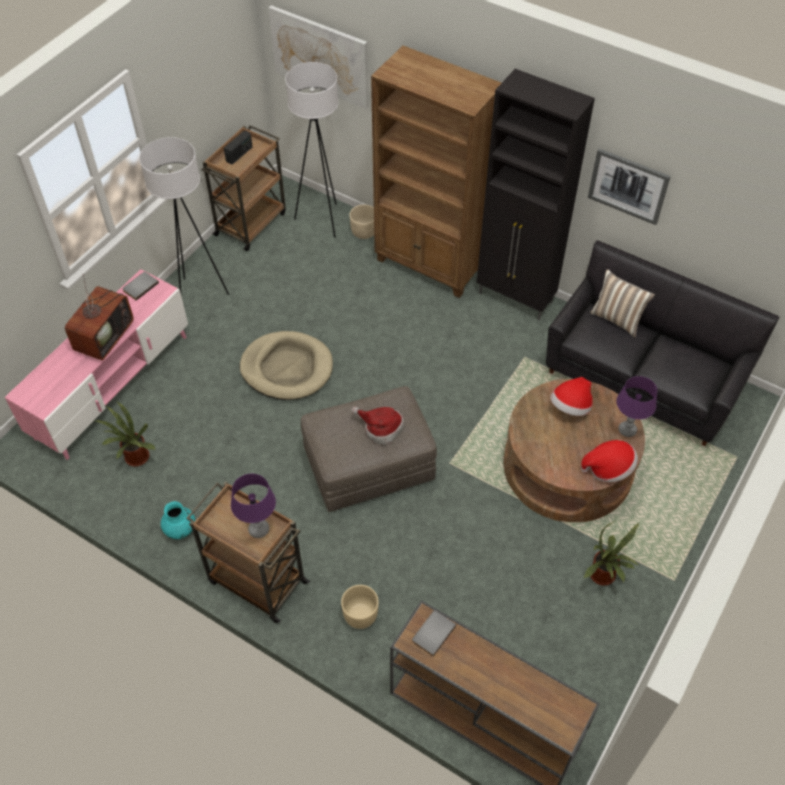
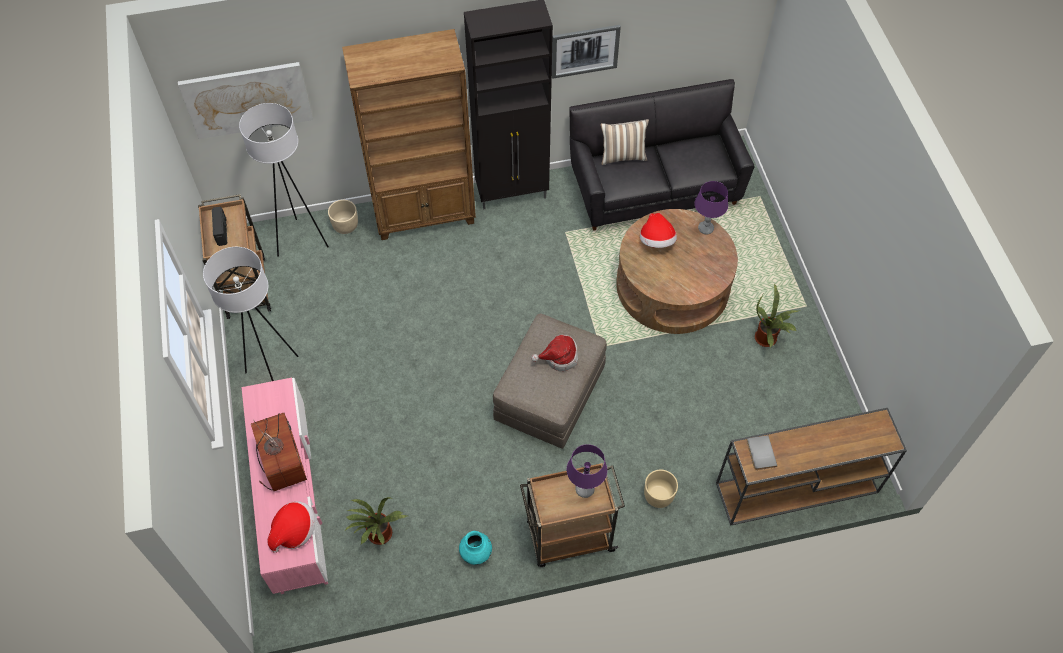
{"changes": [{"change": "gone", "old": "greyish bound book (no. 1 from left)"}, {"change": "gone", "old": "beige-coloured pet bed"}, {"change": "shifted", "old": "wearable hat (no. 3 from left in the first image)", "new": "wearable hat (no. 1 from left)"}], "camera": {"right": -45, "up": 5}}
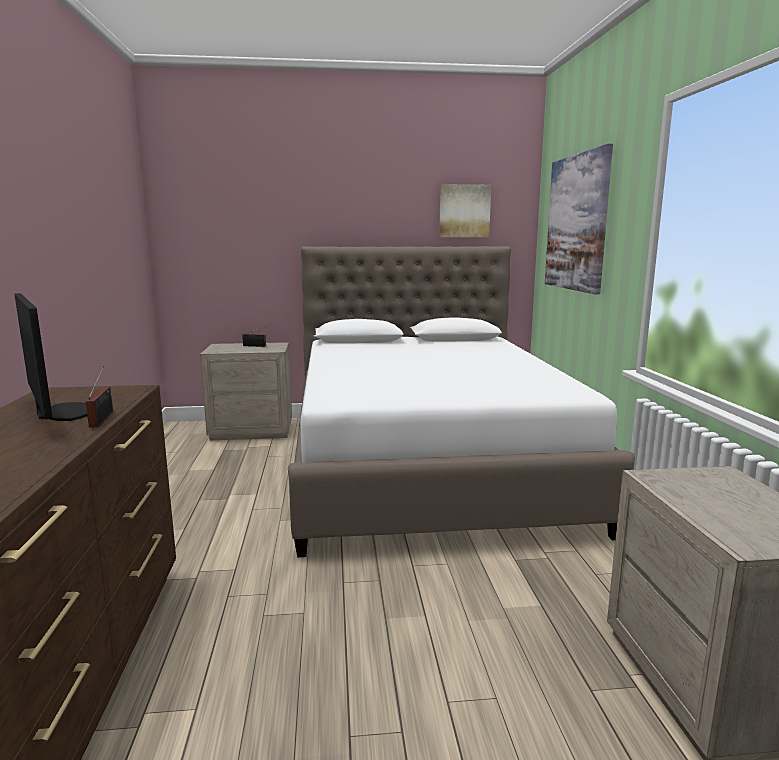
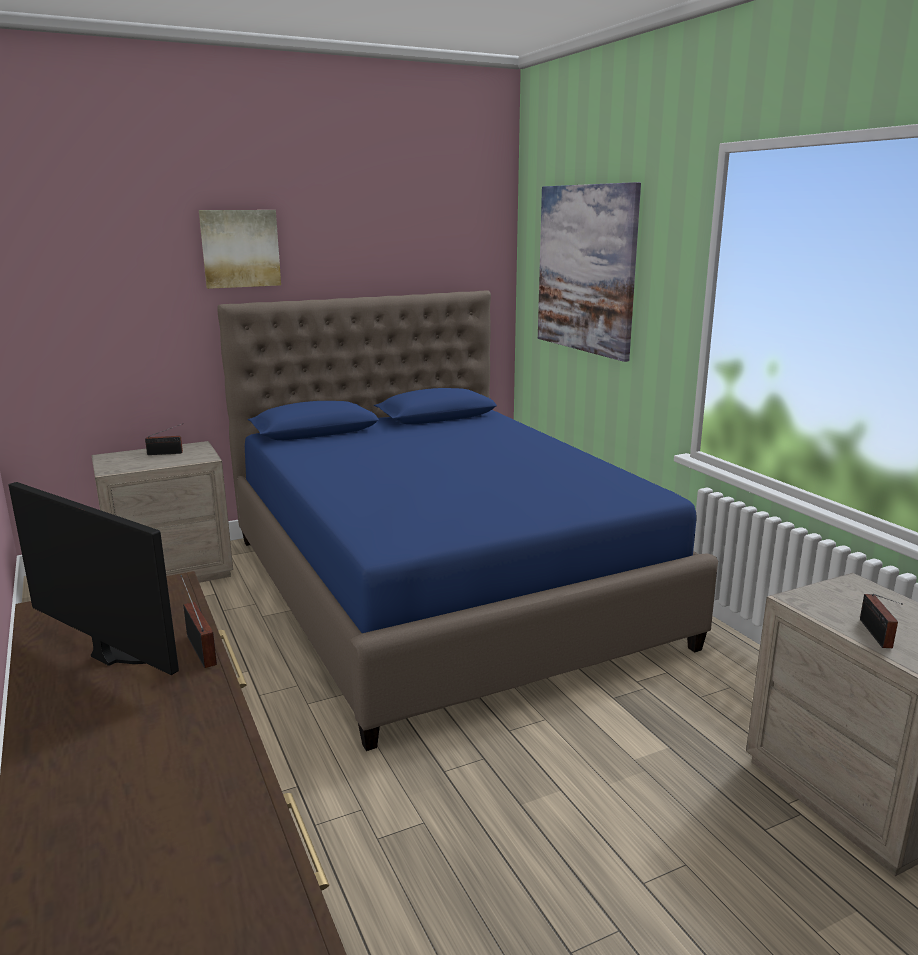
{"changes": [{"change": "shifted", "old": "picture (no. 1 from left)"}, {"change": "repainted", "old": "white-coloured sleeping bed", "new": "bluish sleeping bed"}, {"change": "new", "new": "radio receiver (no. 3 from left)"}], "camera": {"right": -20, "up": 5}}
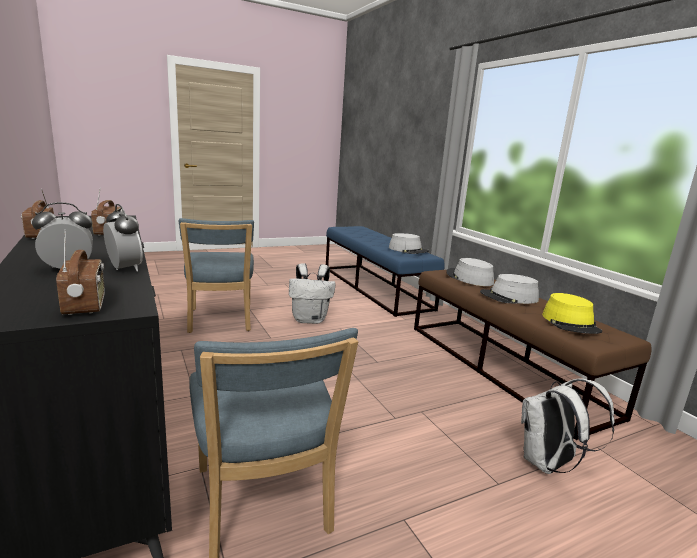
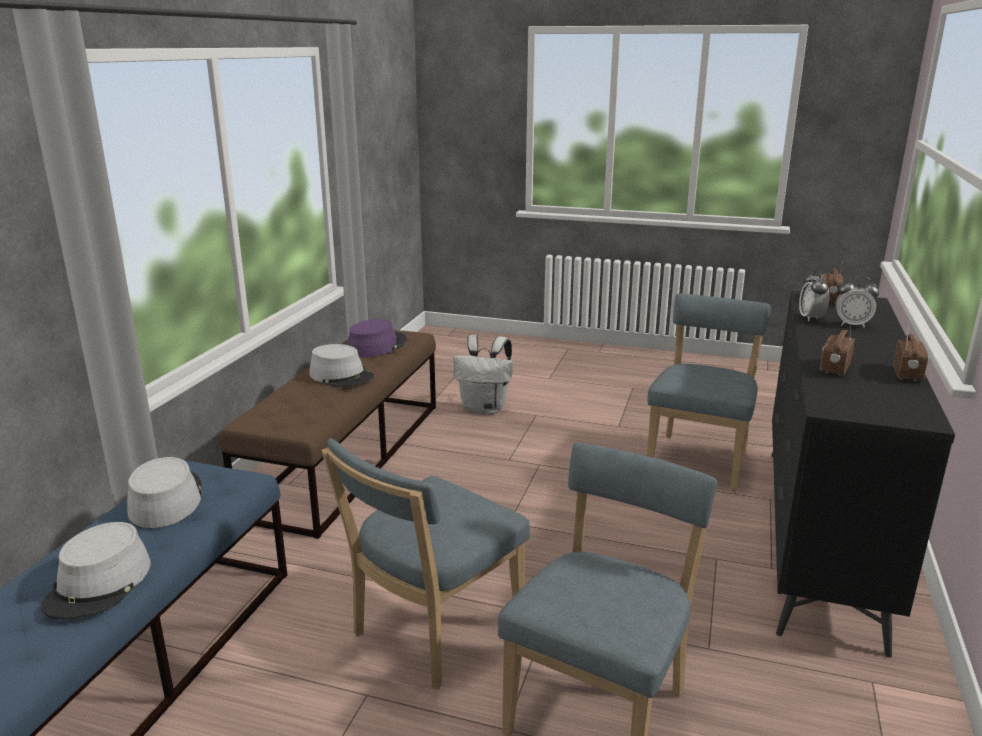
{"changes": [{"change": "shifted", "old": "greyish wearable hat (no. 2 from left in the first image)", "new": "greyish wearable hat (no. 1 from left)"}, {"change": "swapped", "old": "white-coloured backpack (no. 1 from left)", "new": "bluish upright chair (no. 1 from left)"}, {"change": "repainted", "old": "yellowish wearable hat", "new": "purple-coloured wearable hat"}], "camera": {"right": -135, "up": 5}}
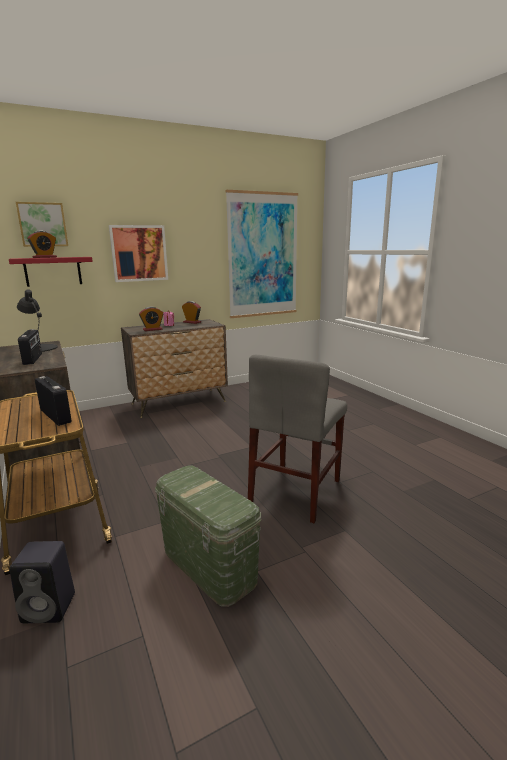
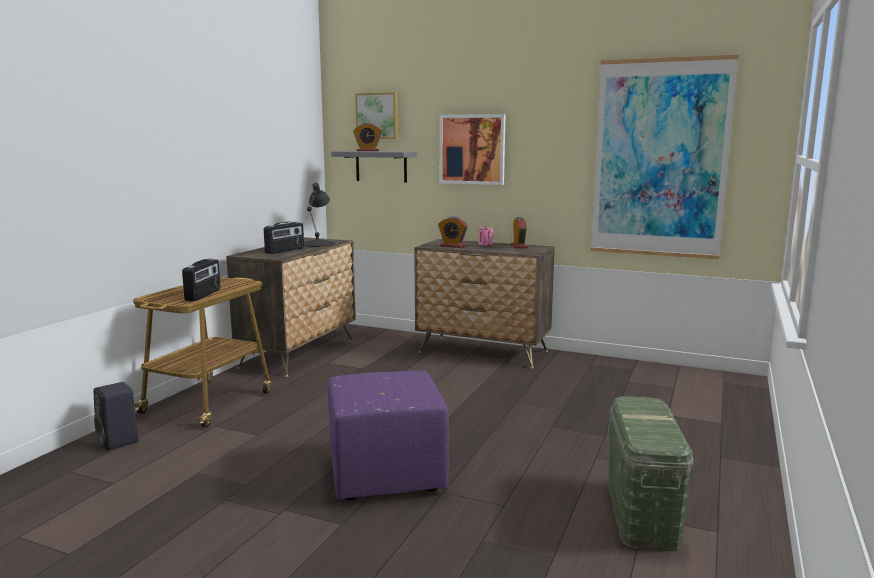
{"changes": [{"change": "repainted", "old": "reddish wall shelf", "new": "greyish wall shelf"}, {"change": "swapped", "old": "greyish upright chair", "new": "purple-coloured ottoman"}, {"change": "shifted", "old": "green-coloured storage bin"}], "camera": {"right": 50, "up": -5}}
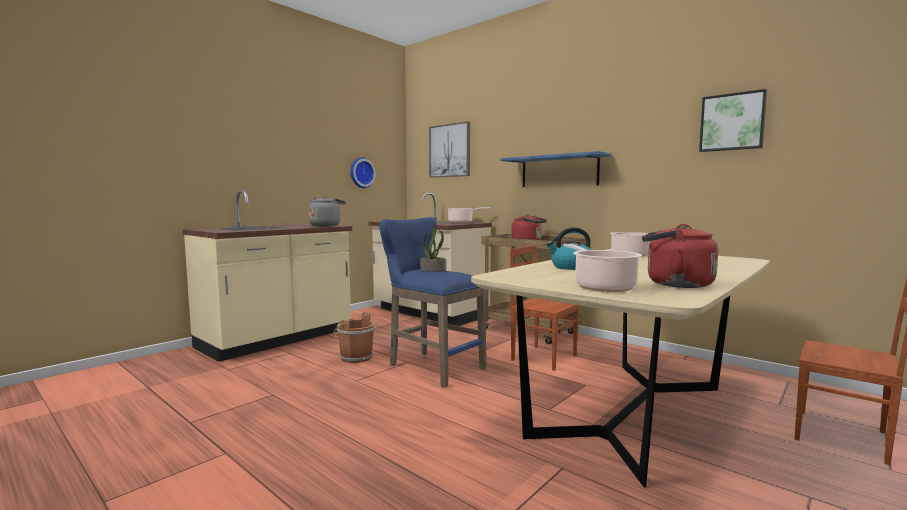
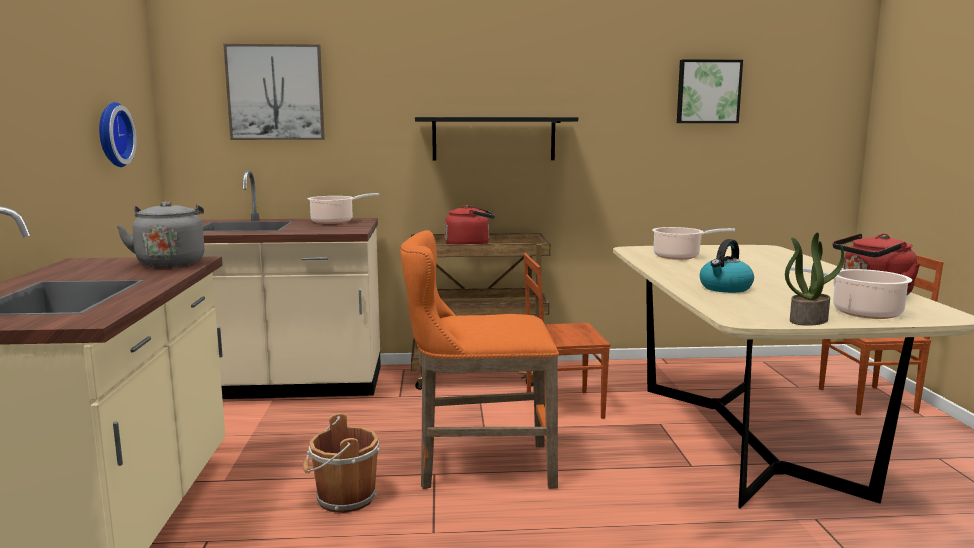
{"changes": [{"change": "repainted", "old": "bluish wall shelf", "new": "black-coloured wall shelf"}, {"change": "repainted", "old": "bluish stool", "new": "orangey stool"}, {"change": "shifted", "old": "potted plant"}], "camera": {"right": -45, "up": 5}}
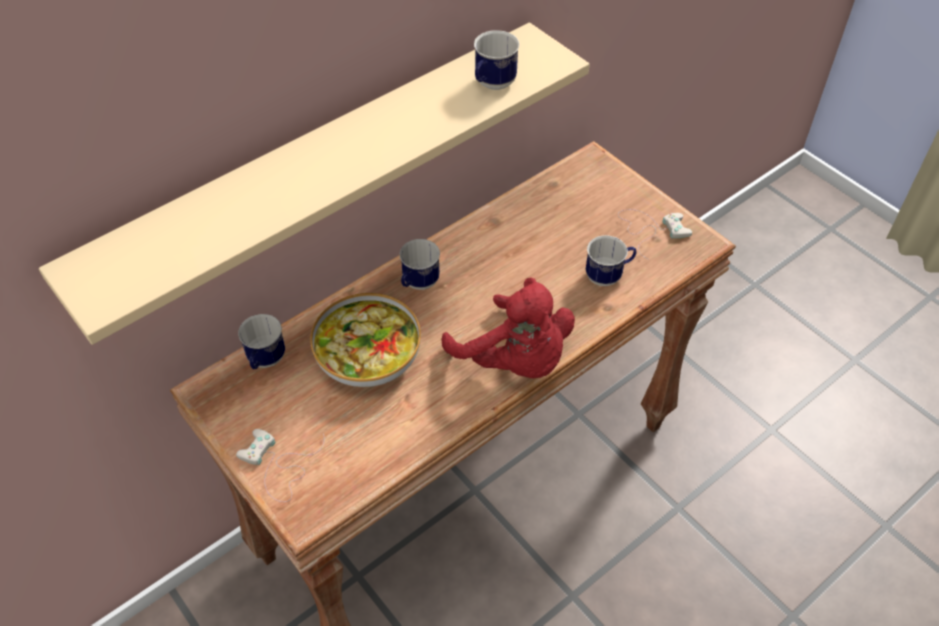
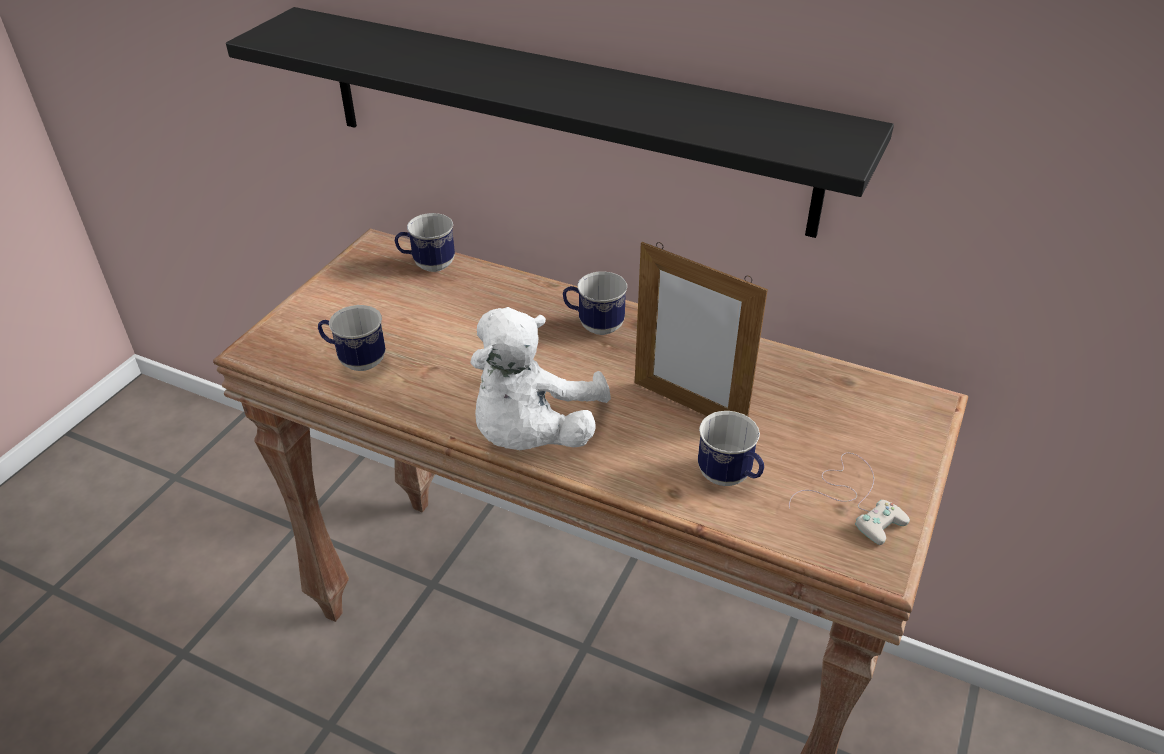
{"changes": [{"change": "repainted", "old": "beige-coloured wall shelf", "new": "black-coloured wall shelf"}, {"change": "shifted", "old": "coffee mug (no. 3 from left in the first image)", "new": "coffee mug (no. 1 from left)"}, {"change": "repainted", "old": "reddish cuddly toy", "new": "white-coloured cuddly toy"}, {"change": "gone", "old": "serving bowl"}, {"change": "gone", "old": "white-coloured game controller (no. 1 from left)"}, {"change": "new", "new": "standing frame"}], "camera": {"right": 65, "up": -10}}
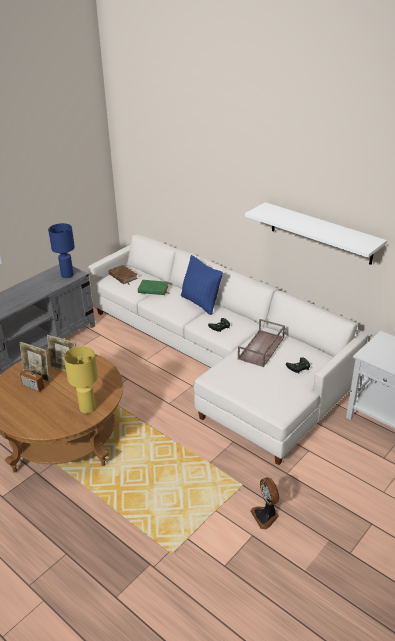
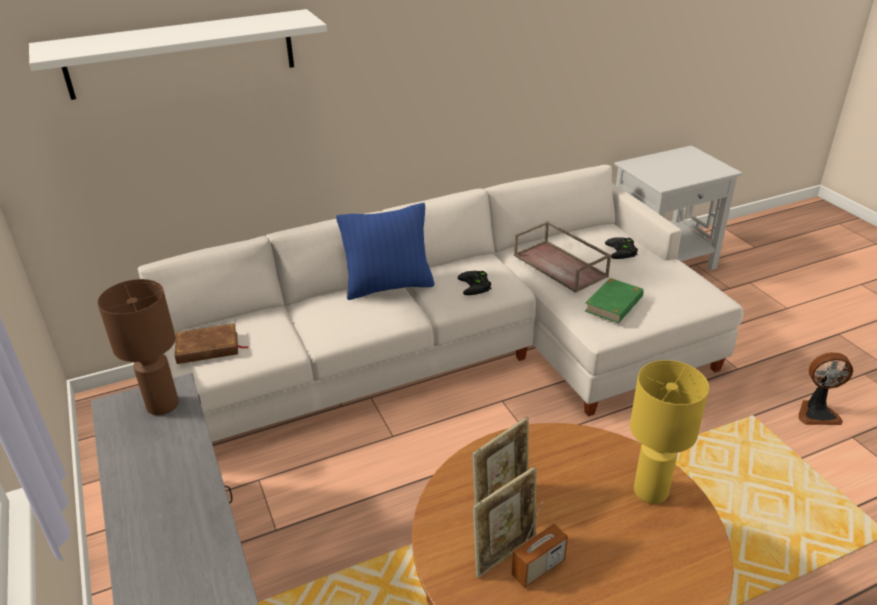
{"changes": [{"change": "shifted", "old": "white-coloured wall shelf"}, {"change": "repainted", "old": "bluish tabletop lamp", "new": "brown-coloured tabletop lamp"}, {"change": "shifted", "old": "green-coloured bound book"}], "camera": {"right": -65, "up": 0}}
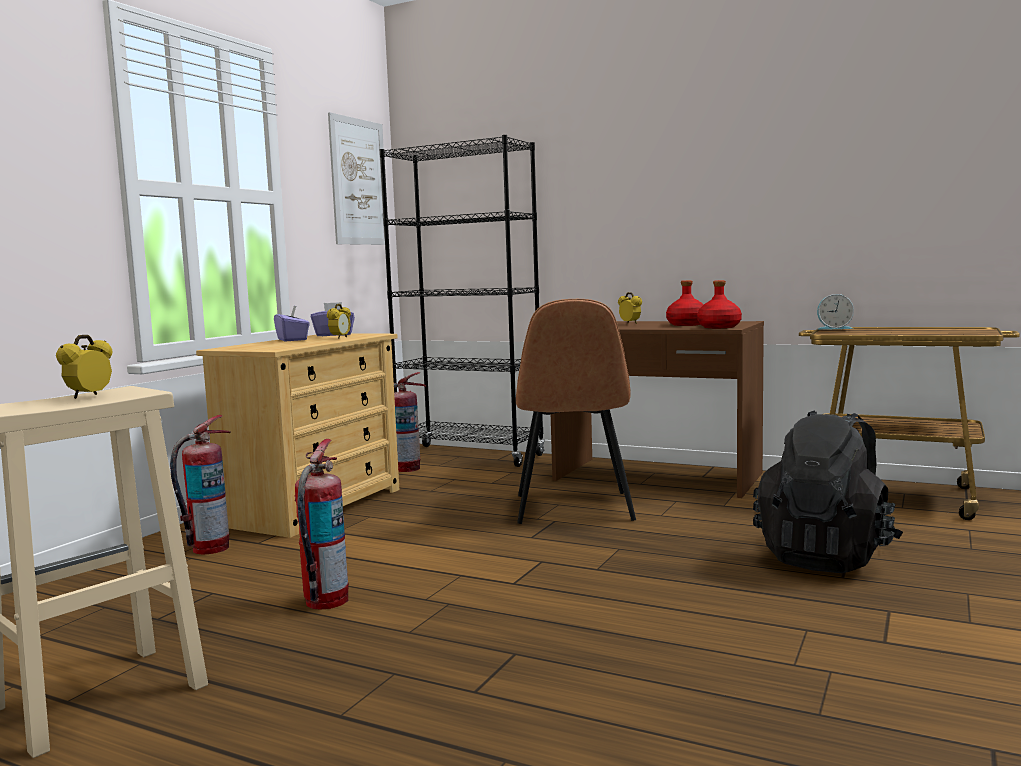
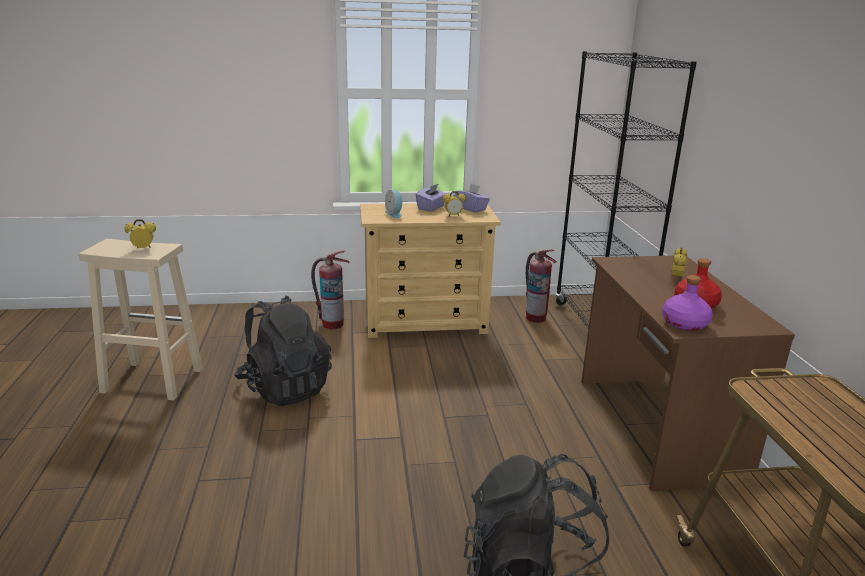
{"changes": [{"change": "gone", "old": "picture"}, {"change": "repainted", "old": "reddish drink bottle (no. 2 from left)", "new": "purple-coloured drink bottle"}, {"change": "shifted", "old": "bedside clock (no. 4 from left in the first image)", "new": "bedside clock (no. 2 from left)"}, {"change": "gone", "old": "brown-coloured upright chair"}, {"change": "swapped", "old": "fire-fighting cylinder (no. 2 from left)", "new": "black-coloured backpack (no. 1 from left)"}], "camera": {"right": 55, "up": 15}}
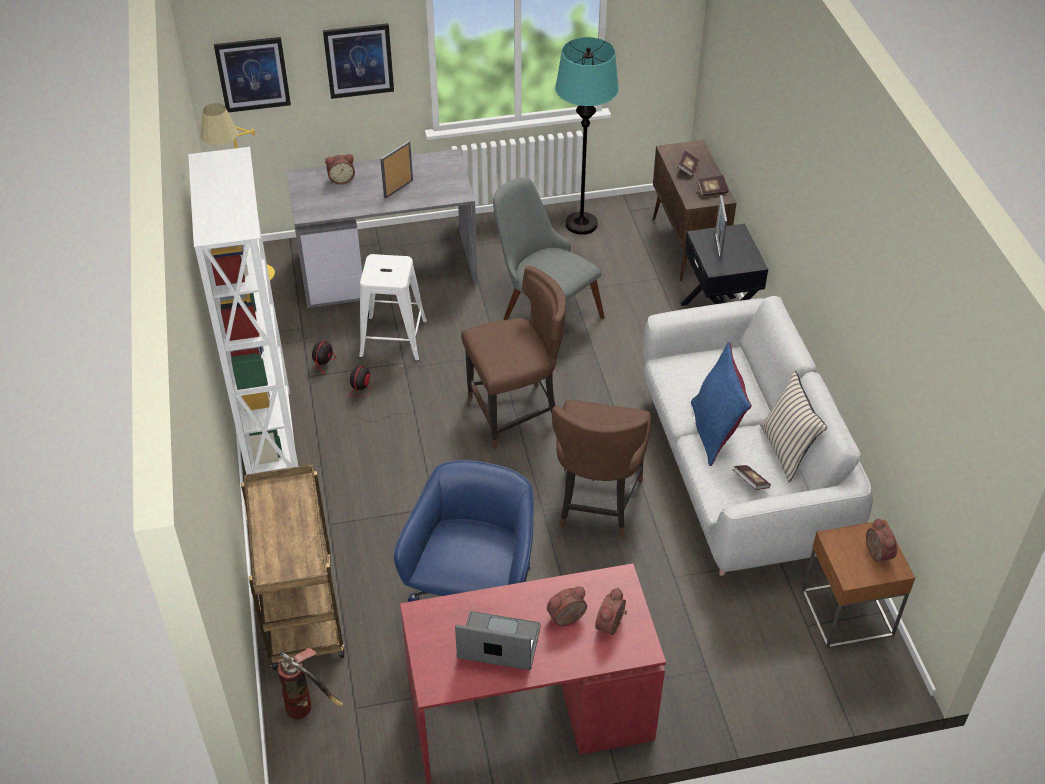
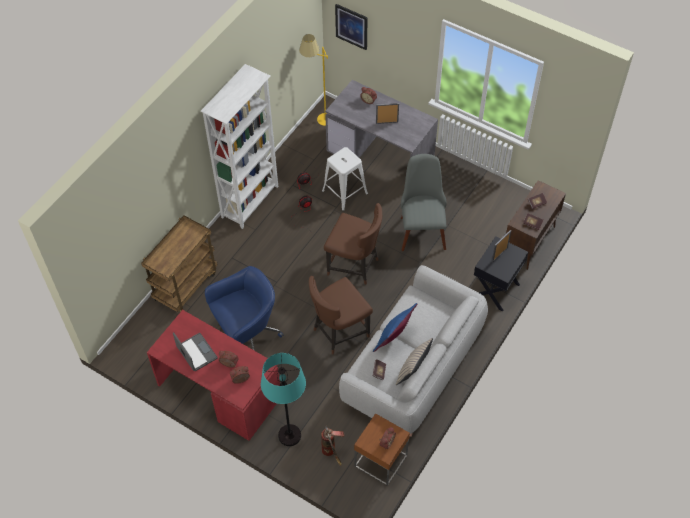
{"changes": [{"change": "gone", "old": "picture (no. 2 from left)"}, {"change": "shifted", "old": "blue-green standard lamp"}, {"change": "shifted", "old": "fire-fighting cylinder"}], "camera": {"right": 45, "up": 10}}
